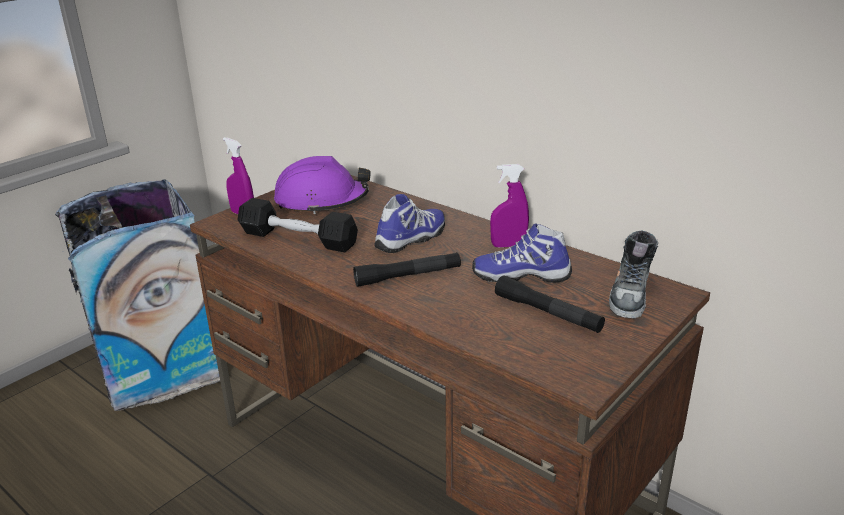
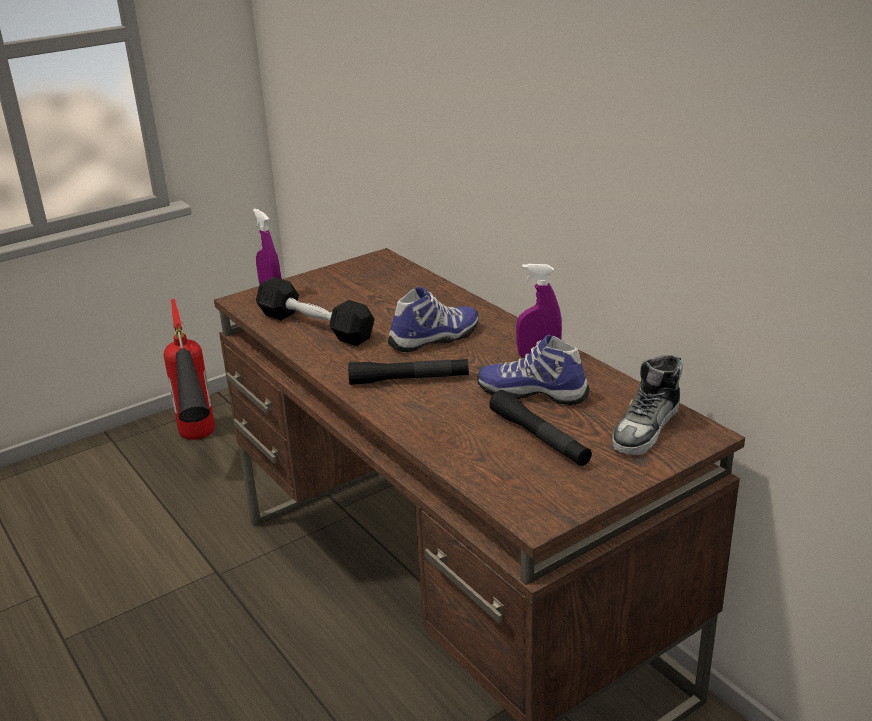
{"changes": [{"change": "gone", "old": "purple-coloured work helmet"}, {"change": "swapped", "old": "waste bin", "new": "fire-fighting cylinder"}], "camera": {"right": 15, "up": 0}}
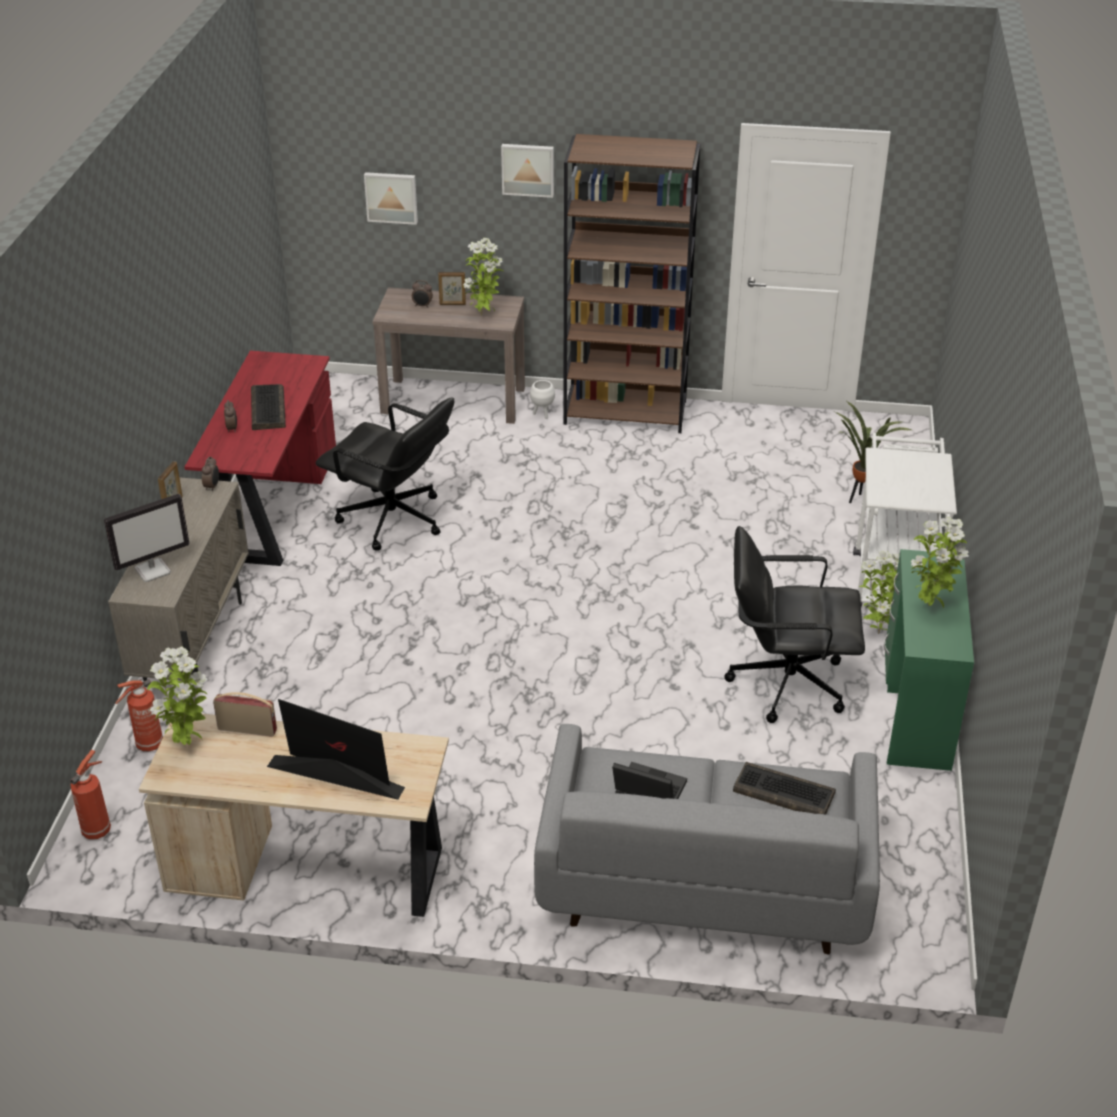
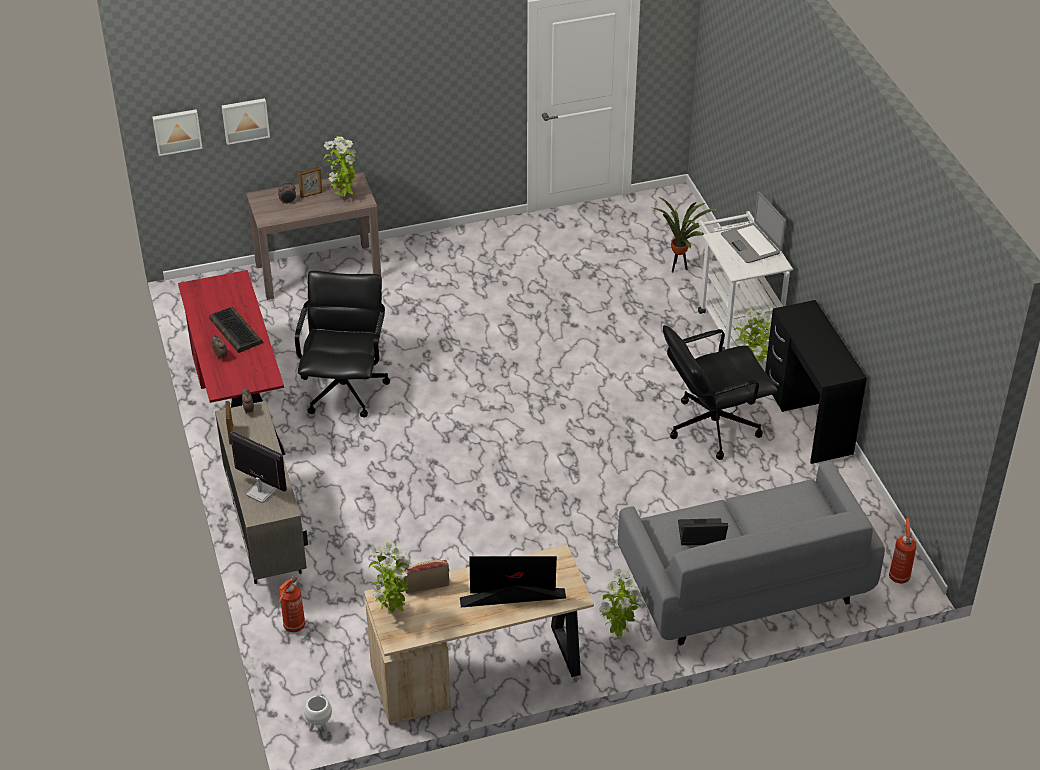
{"changes": [{"change": "gone", "old": "brown-coloured bookcase"}, {"change": "shifted", "old": "picture (no. 2 from left in the first image)", "new": "picture (no. 1 from left)"}, {"change": "shifted", "old": "white-coloured plant pot"}, {"change": "rotated", "old": "black-coloured office chair (no. 1 from left)", "degrees": -90}, {"change": "rotated", "old": "computer screen (no. 1 from left)", "degrees": -90}, {"change": "shifted", "old": "potted plant (no. 5 from left in the first image)", "new": "potted plant (no. 3 from left)"}, {"change": "repainted", "old": "green-coloured desk table", "new": "black-coloured desk table"}, {"change": "shifted", "old": "fire-fighting cylinder (no. 1 from left in the first image)", "new": "fire-fighting cylinder (no. 2 from left)"}, {"change": "gone", "old": "keyboard (no. 2 from left)"}, {"change": "new", "new": "laptop (no. 2 from left)"}], "camera": {"right": -25, "up": 5}}
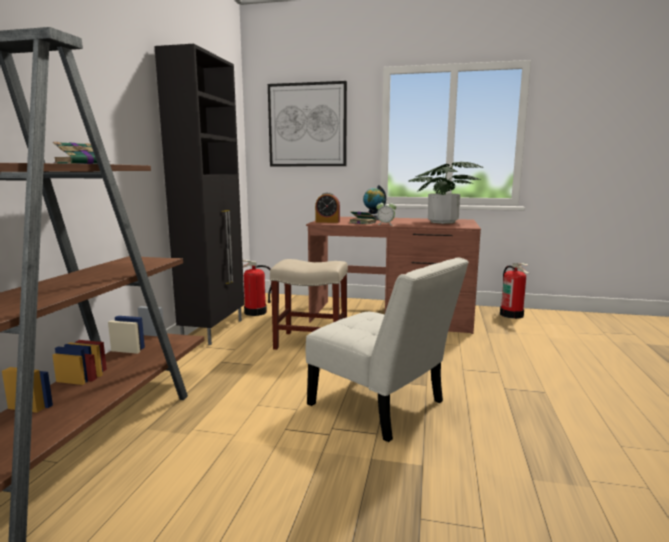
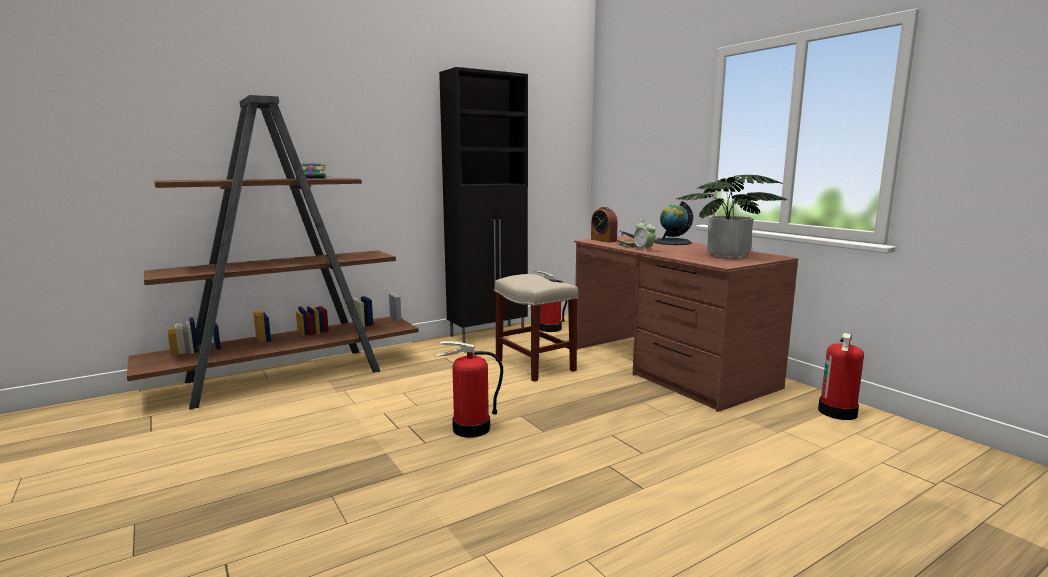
{"changes": [{"change": "gone", "old": "picture"}, {"change": "swapped", "old": "white-coloured upright chair", "new": "fire-fighting cylinder (no. 1 from left)"}], "camera": {"right": 45, "up": 0}}
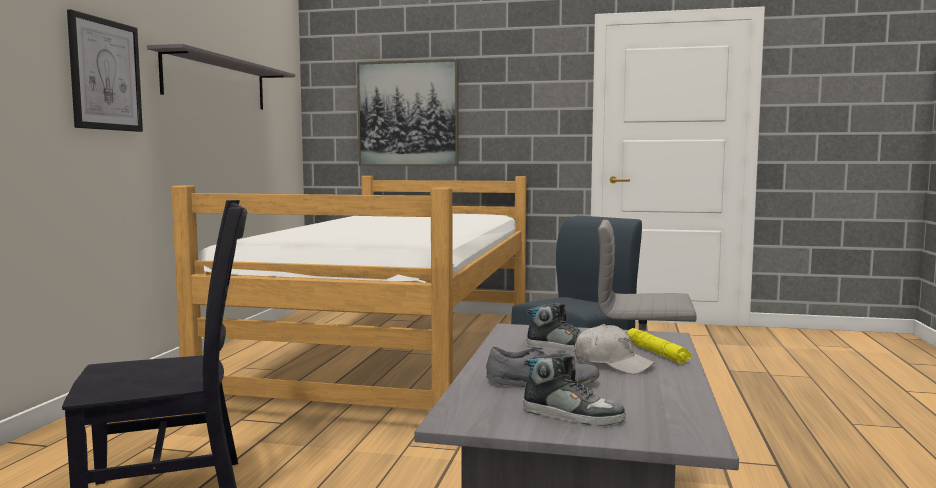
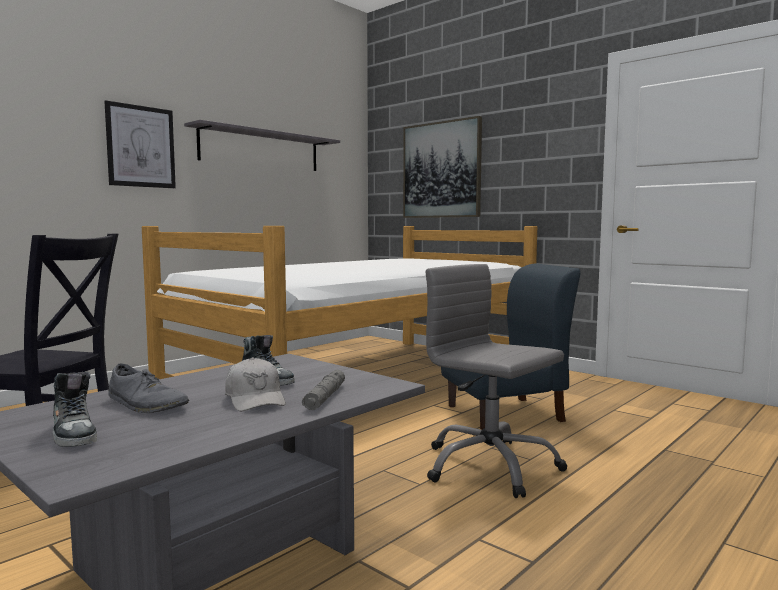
{"changes": [{"change": "repainted", "old": "yellowish hand torch", "new": "greyish hand torch"}], "camera": {"right": 30, "up": 0}}
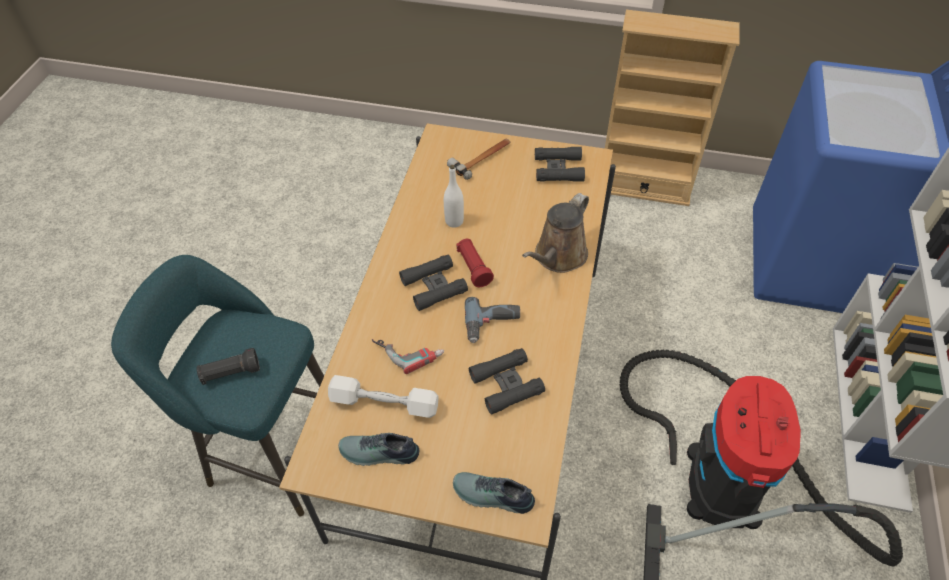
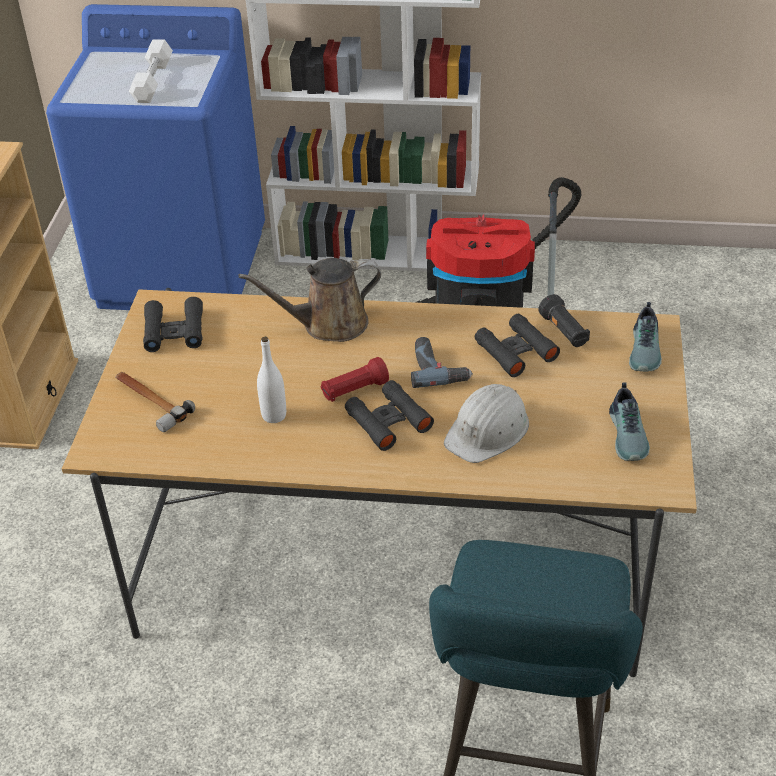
{"changes": [{"change": "rotated", "old": "brown-coloured watering pot", "degrees": 135}, {"change": "swapped", "old": "power drill (no. 1 from left)", "new": "white-coloured work helmet"}, {"change": "shifted", "old": "black-coloured hand torch"}, {"change": "shifted", "old": "white-coloured dumbbell"}], "camera": {"right": -95, "up": -10}}
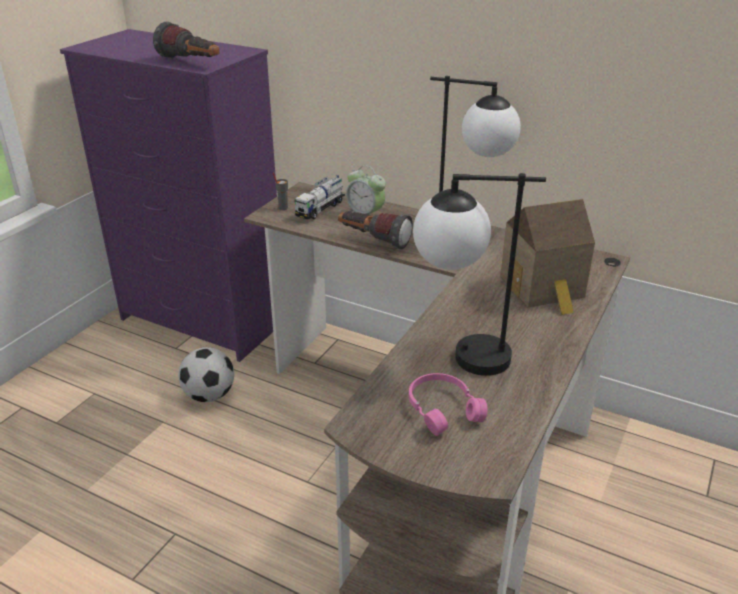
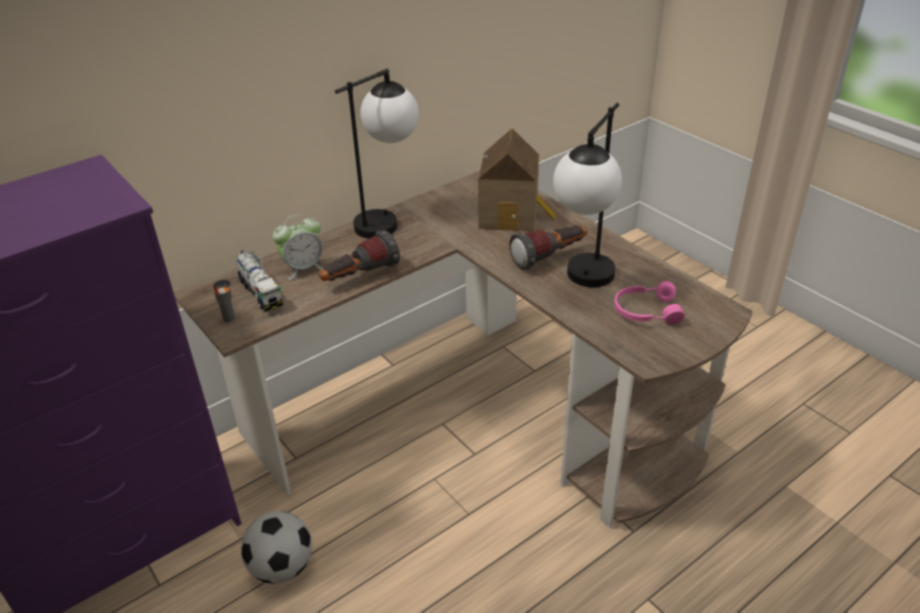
{"changes": [{"change": "shifted", "old": "hand torch (no. 1 from left in the first image)", "new": "hand torch (no. 2 from left)"}], "camera": {"right": -65, "up": 5}}
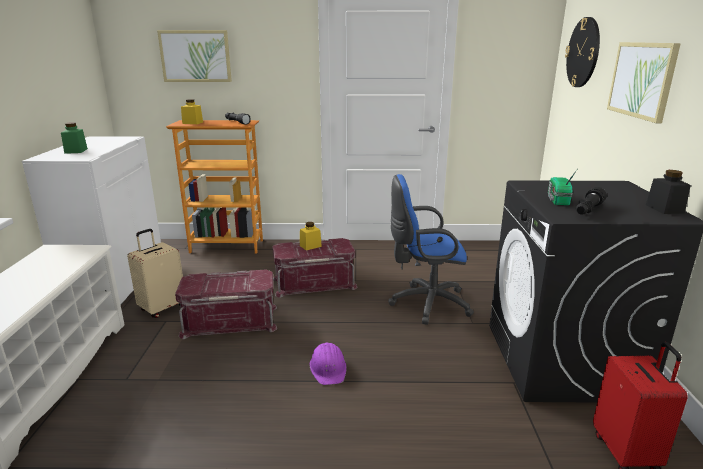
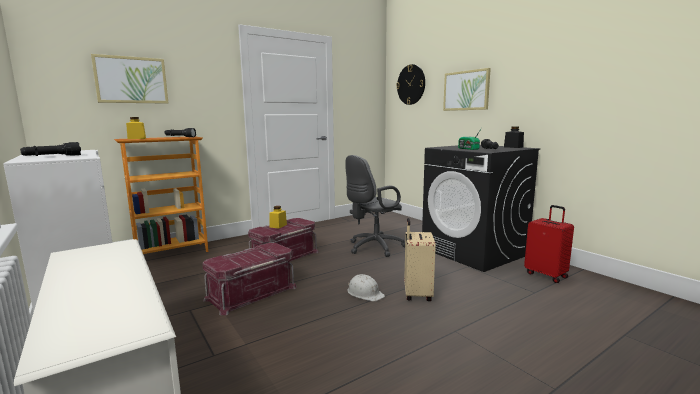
{"changes": [{"change": "swapped", "old": "green-coloured jar", "new": "black-coloured hand torch (no. 1 from left)"}, {"change": "repainted", "old": "bluish office chair", "new": "greyish office chair"}, {"change": "shifted", "old": "beige-coloured travel case"}, {"change": "repainted", "old": "purple-coloured work helmet", "new": "white-coloured work helmet"}], "camera": {"right": -35, "up": -10}}
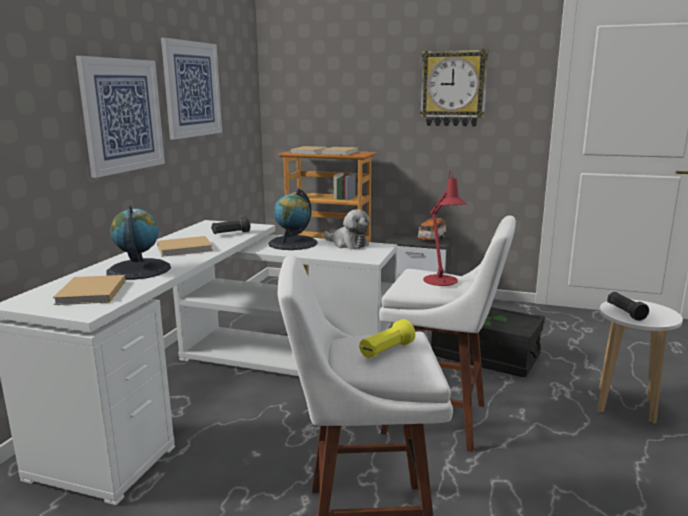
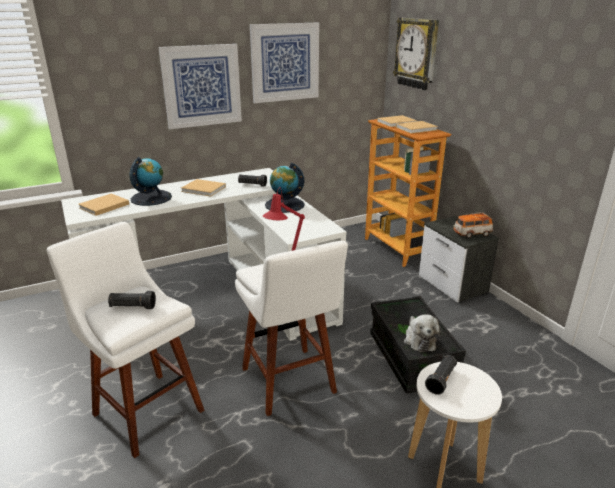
{"changes": [{"change": "shifted", "old": "wall clock"}, {"change": "shifted", "old": "cuddly toy"}, {"change": "repainted", "old": "yellowish hand torch", "new": "black-coloured hand torch (no. 1 from left)"}], "camera": {"right": 45, "up": 10}}
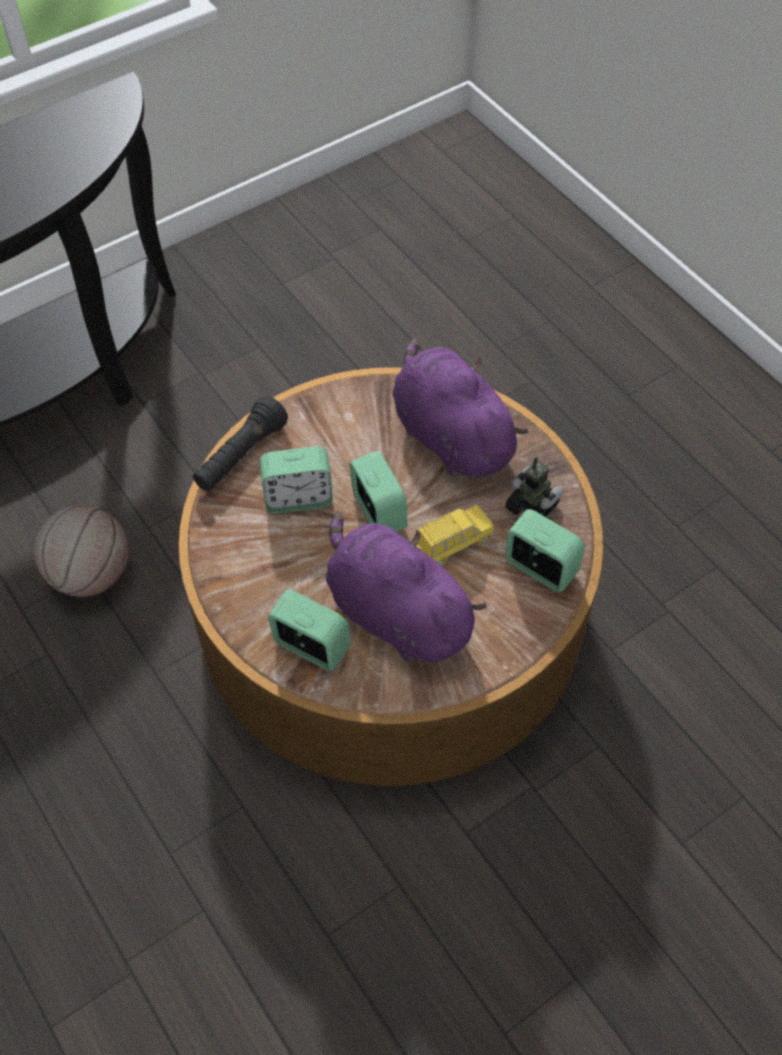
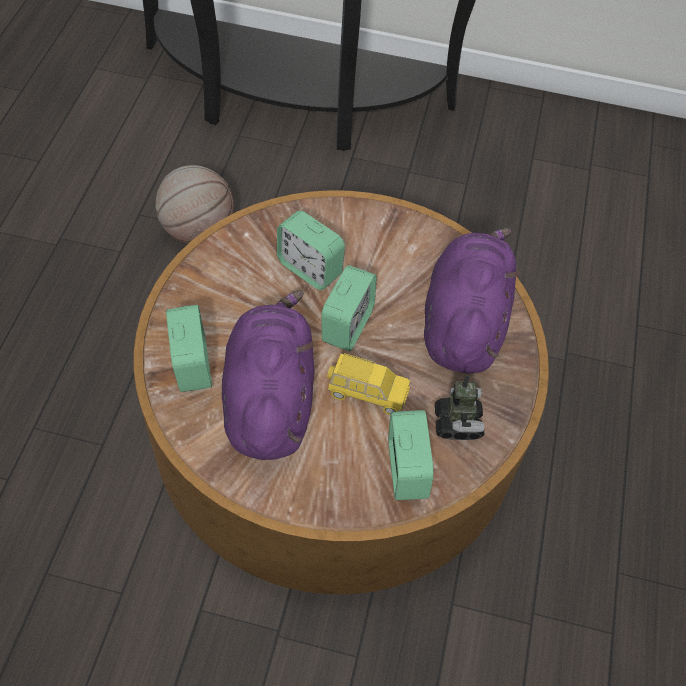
{"changes": [{"change": "gone", "old": "black-coloured hand torch"}], "camera": {"right": 45, "up": 0}}
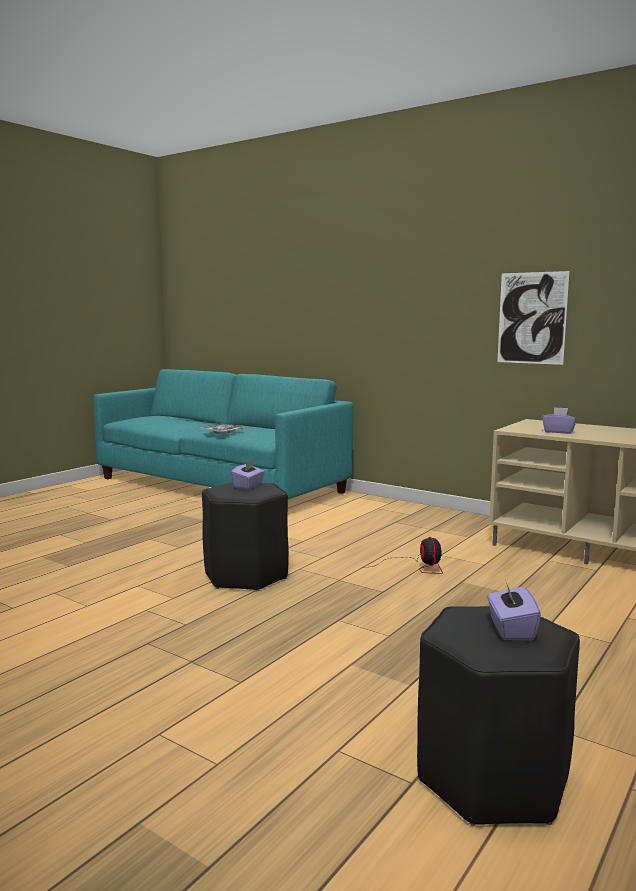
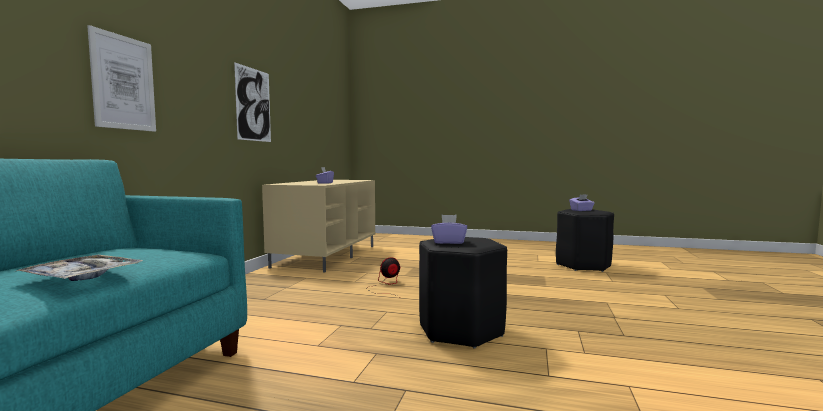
{"changes": [{"change": "new", "new": "picture (no. 1 from left)"}], "camera": {"right": -110, "up": -5}}
